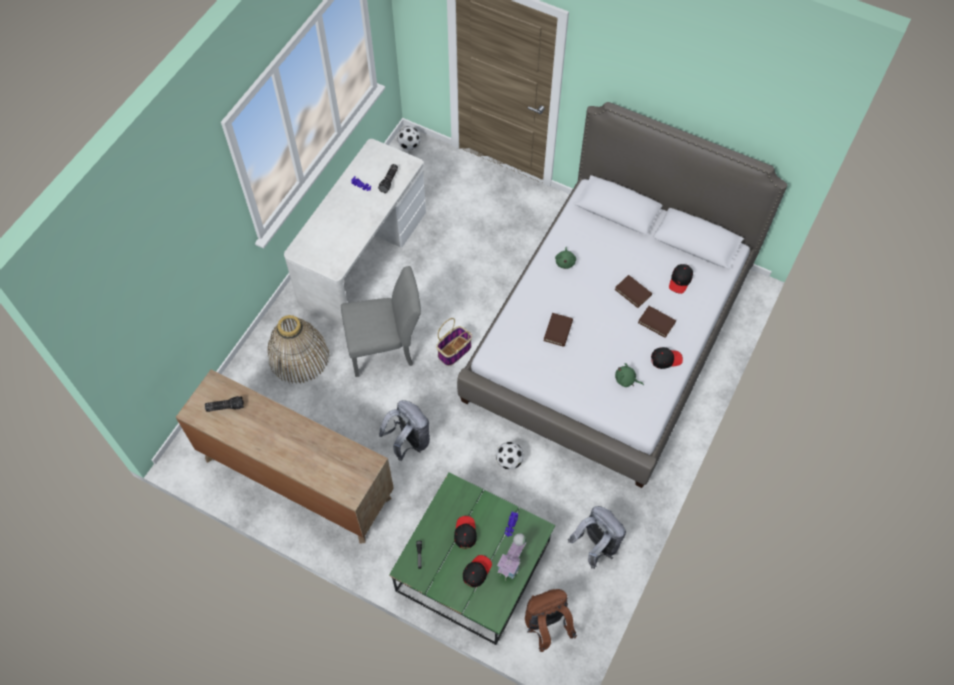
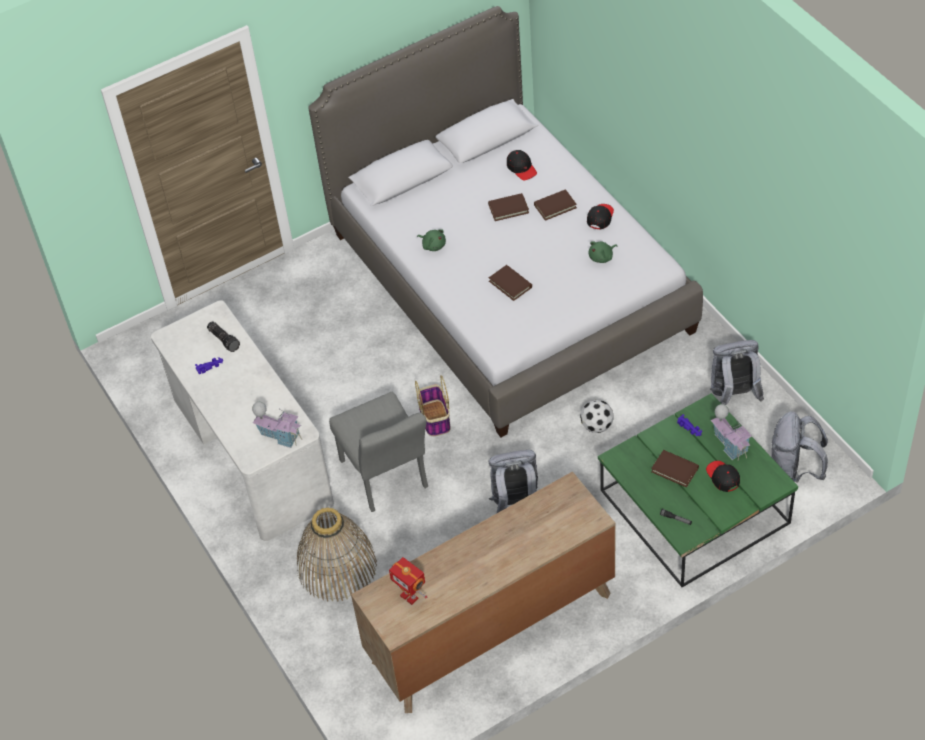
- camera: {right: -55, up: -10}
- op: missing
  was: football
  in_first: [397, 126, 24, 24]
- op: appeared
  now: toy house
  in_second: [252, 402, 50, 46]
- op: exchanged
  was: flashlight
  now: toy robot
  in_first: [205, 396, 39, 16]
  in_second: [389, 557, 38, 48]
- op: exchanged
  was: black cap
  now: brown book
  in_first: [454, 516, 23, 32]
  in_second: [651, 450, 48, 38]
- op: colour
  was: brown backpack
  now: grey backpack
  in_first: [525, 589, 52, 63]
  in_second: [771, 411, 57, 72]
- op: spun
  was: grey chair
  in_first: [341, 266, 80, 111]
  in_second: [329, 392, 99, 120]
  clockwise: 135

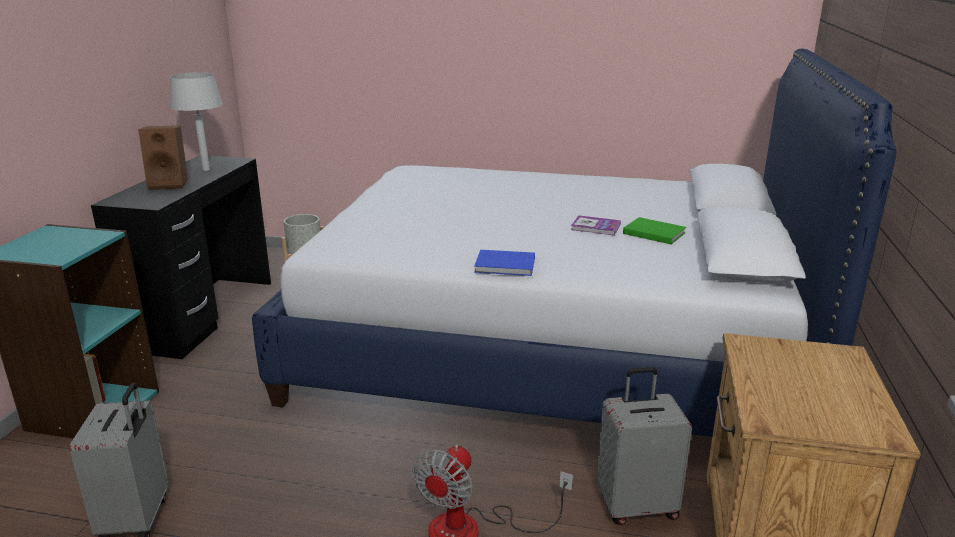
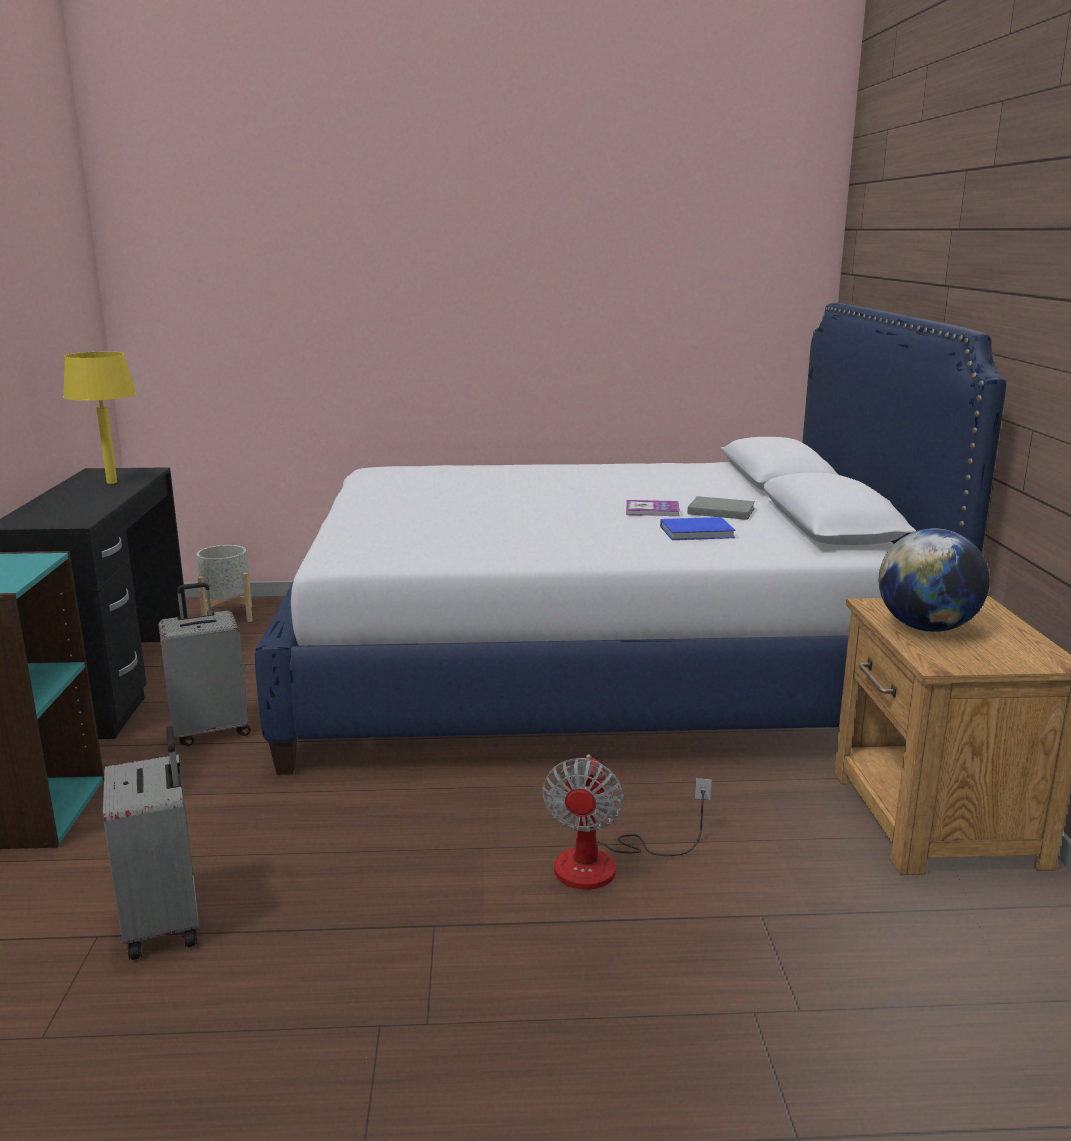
- camera: {right: -15, up: -5}
- op: missing
  was: brown speaker
  in_first: [138, 125, 50, 65]
- op: appeared
  now: globe
  in_second: [879, 528, 111, 104]
- op: relocated
  was: blue book
  in_first: [474, 250, 61, 26]
  in_second: [660, 517, 76, 23]
- op: relocated
  was: grey suitcase
  in_first: [597, 367, 95, 158]
  in_second: [158, 582, 93, 164]
- op: colour
  was: grey table lamp
  now: yellow table lamp
  in_first: [170, 72, 53, 99]
  in_second: [63, 352, 73, 132]
- op: colour
  was: green book
  now: grey book
  in_first: [623, 217, 63, 27]
  in_second: [687, 496, 68, 24]

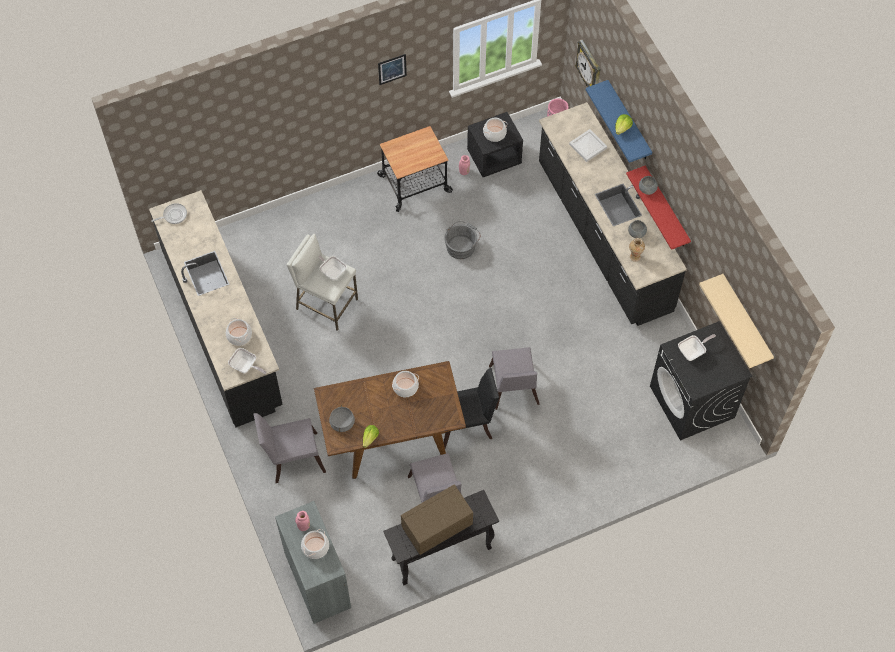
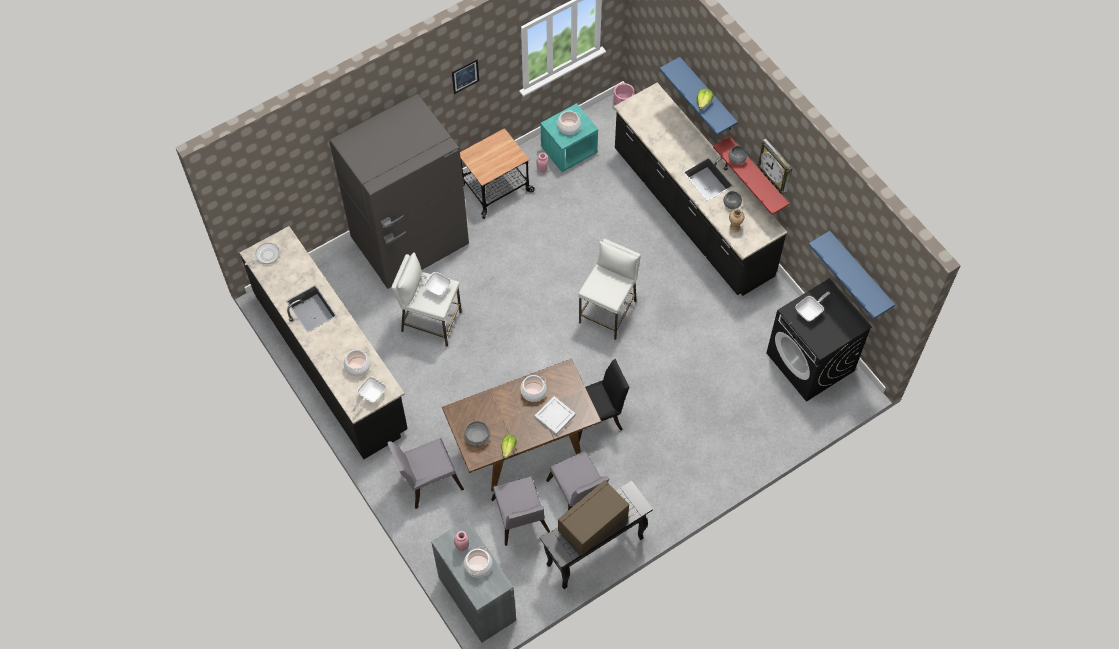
- camera: {right: -10, up: 0}
- op: missing
  was: grey bucket
  in_first: [444, 221, 37, 38]
- op: appeared
  now: grey fridge
  in_second: [329, 94, 140, 195]
- op: appeared
  now: white stool
  in_second: [578, 239, 63, 101]
- op: relocated
  was: grey chair
  in_first: [489, 347, 51, 63]
  in_second: [491, 476, 59, 70]
- op: relocated
  was: white tray
  in_first: [569, 129, 38, 33]
  in_second: [534, 396, 42, 39]
- op: relocated
  was: wall clock
  in_first: [575, 39, 26, 48]
  in_second: [757, 138, 36, 56]
- op: colour
  was: black nightstand
  now: turquoise nightstand
  in_first: [467, 112, 56, 65]
  in_second: [541, 103, 57, 69]
- op: colour
  was: beige shelf
  now: blue shelf
  in_first: [699, 274, 75, 94]
  in_second: [809, 231, 86, 88]
- op: spun
  was: frying pan
  in_first: [228, 348, 39, 26]
  in_second: [353, 376, 33, 36]
  clockwise: 105

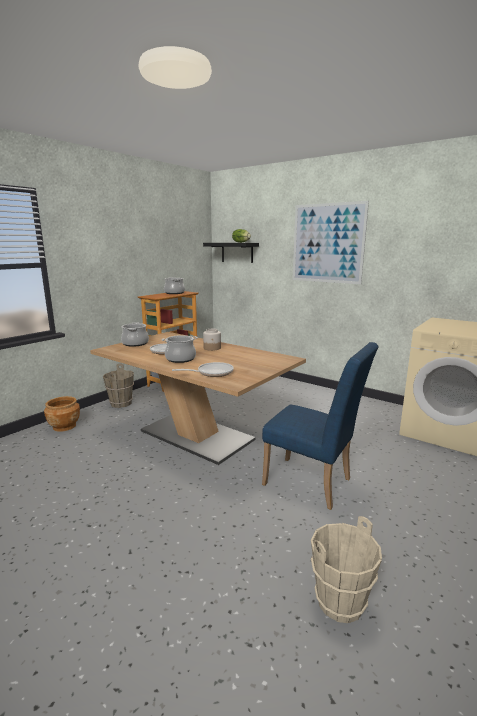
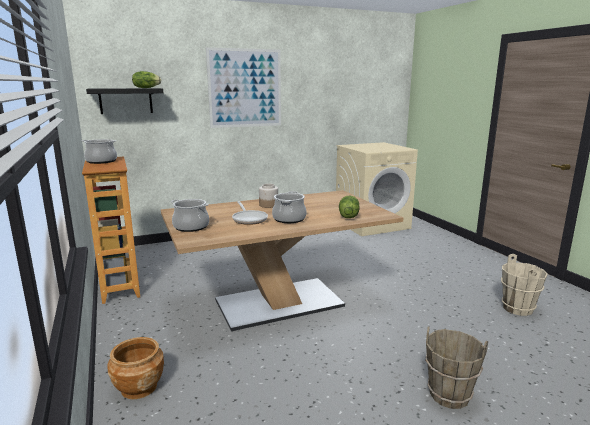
- camera: {right: -60, up: 0}
- op: missing
  was: blue chair
  in_first: [262, 342, 117, 168]
- op: relocated
  was: brown bucket
  in_first: [103, 364, 31, 44]
  in_second: [425, 326, 63, 83]
- op: exchanged
  was: frying pan
  now: lettuce
  in_first: [172, 362, 62, 15]
  in_second: [339, 196, 21, 22]

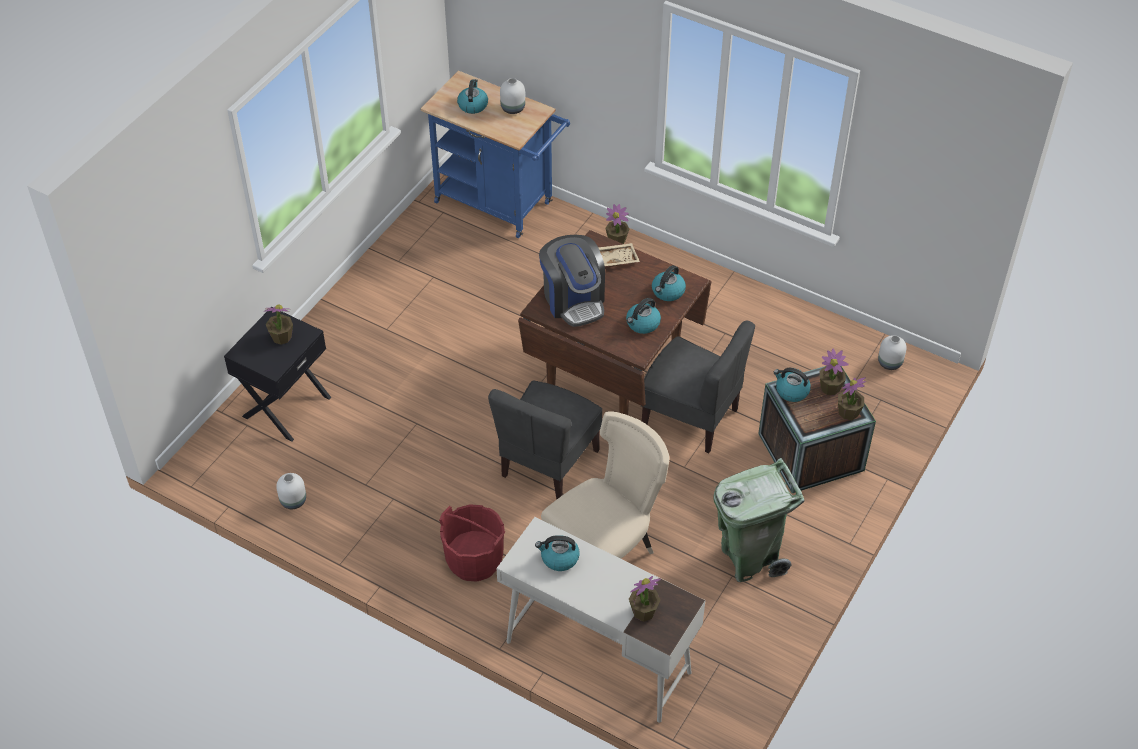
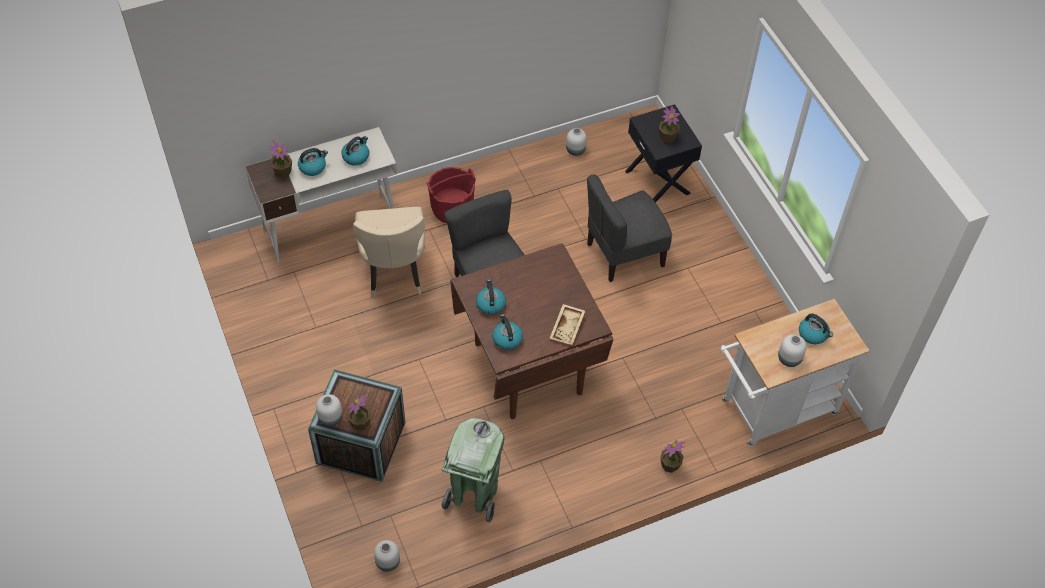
- camera: {right: 125, up: 5}
- op: missing
  was: coffee machine
  in_first: [539, 235, 66, 92]
- op: relocated
  was: grey chair
  in_first: [641, 321, 114, 132]
  in_second: [587, 174, 85, 108]
- op: relocated
  was: green trash can
  in_first: [713, 458, 91, 124]
  in_second: [441, 418, 63, 105]
- op: relocated
  was: kettle
  in_first: [774, 368, 37, 34]
  in_second: [298, 148, 30, 28]
- op: exchanged
  was: potted plant
  now: white vase
  in_first: [838, 377, 28, 43]
  in_second: [316, 394, 26, 32]
- op: colour
  was: blue cart
  now: white cart
  in_first: [421, 71, 149, 167]
  in_second: [720, 299, 150, 148]

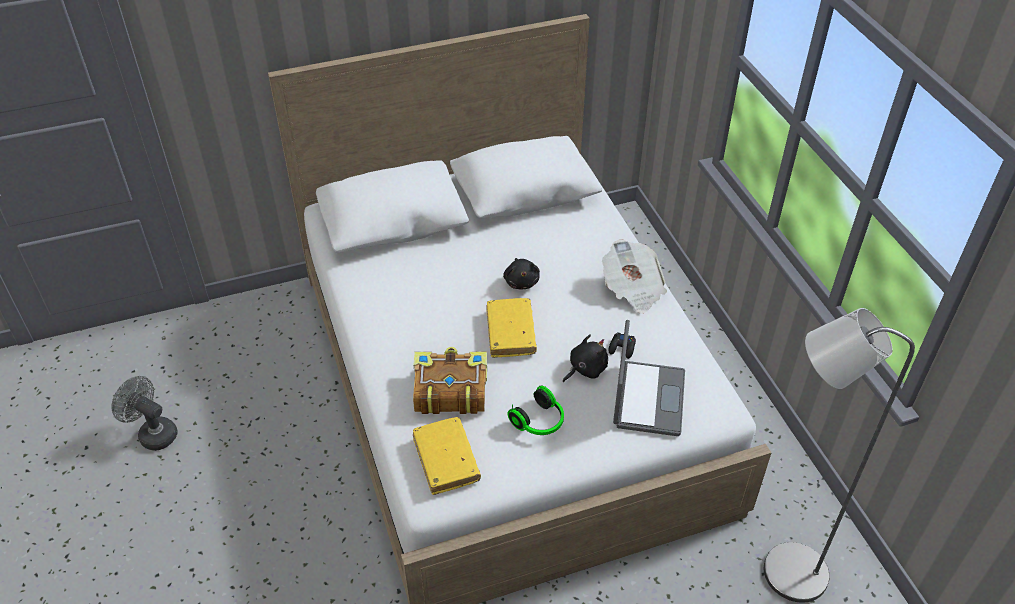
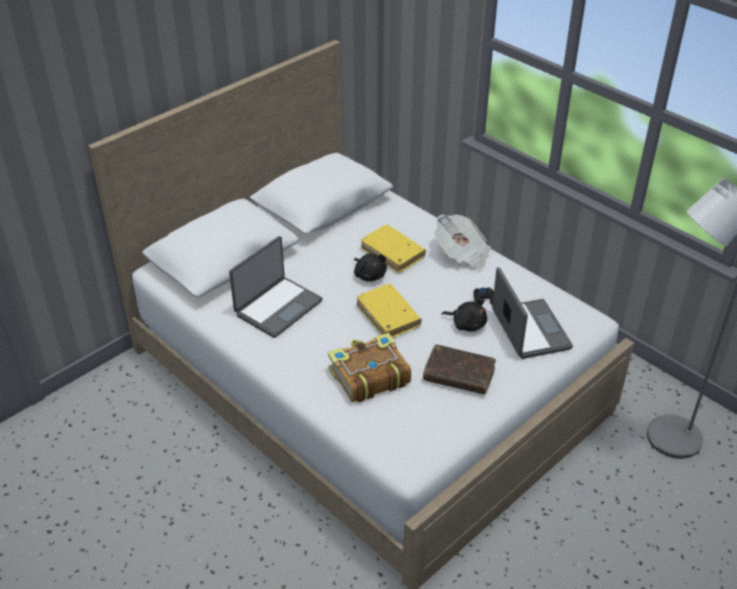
- camera: {right: -25, up: -5}
- op: missing
  was: grey fan
  in_first: [111, 376, 67, 75]
- op: appeared
  now: laptop
  in_second: [229, 236, 94, 102]
- op: relocated
  was: yellow book
  in_first: [413, 417, 68, 78]
  in_second: [361, 225, 65, 48]
- op: exchanged
  was: headphones
  now: brown book
  in_first: [507, 385, 57, 50]
  in_second: [423, 344, 73, 51]
- op: spun
  was: black plush toy
  in_first: [563, 334, 45, 48]
  in_second: [442, 299, 45, 32]
  clockwise: 90

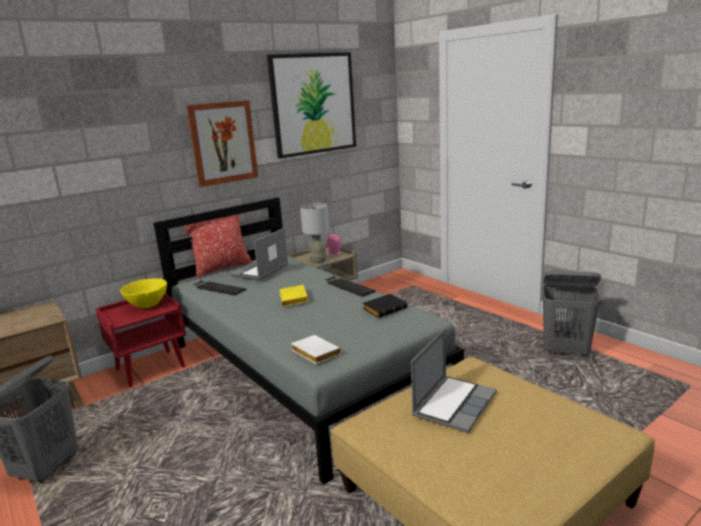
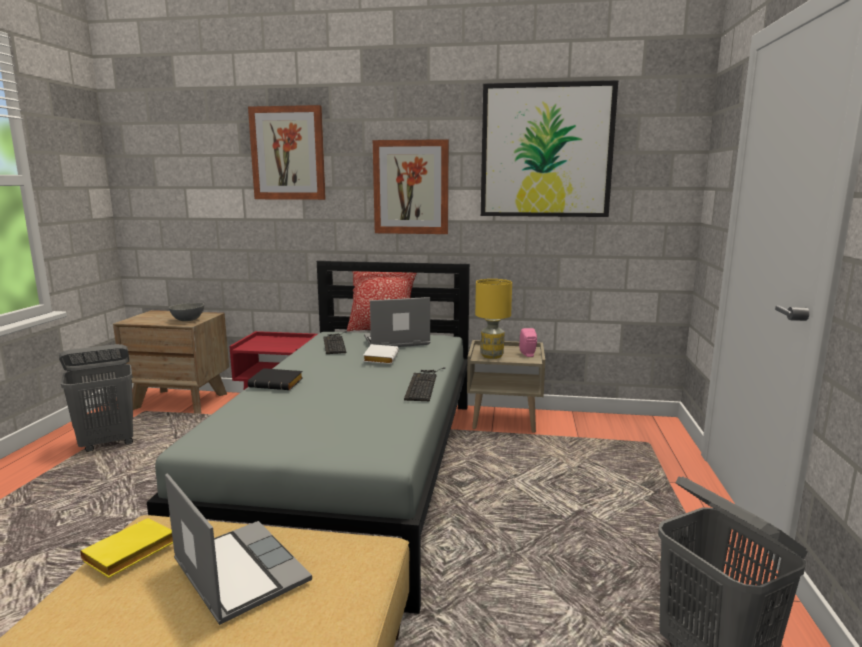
- camera: {right: 45, up: -5}
- op: missing
  was: yellow bowl
  in_first: [120, 278, 47, 30]
- op: appeared
  now: grey bowl
  in_second: [169, 303, 35, 18]
- op: appeared
  now: picture
  in_second: [248, 105, 78, 95]
- op: relocated
  was: yellow book
  in_first: [279, 285, 29, 21]
  in_second: [81, 518, 92, 60]
- op: relocated
  was: white book
  in_first: [291, 335, 50, 29]
  in_second: [363, 344, 36, 20]
- op: relocated
  was: black book
  in_first: [363, 294, 44, 24]
  in_second: [248, 368, 55, 22]
- op: colour
  was: grey table lamp
  now: yellow table lamp
  in_first: [300, 203, 29, 60]
  in_second: [475, 279, 37, 80]
- op: spun
  was: laptop
  in_first: [411, 329, 86, 104]
  in_second: [165, 473, 147, 152]
  clockwise: -120

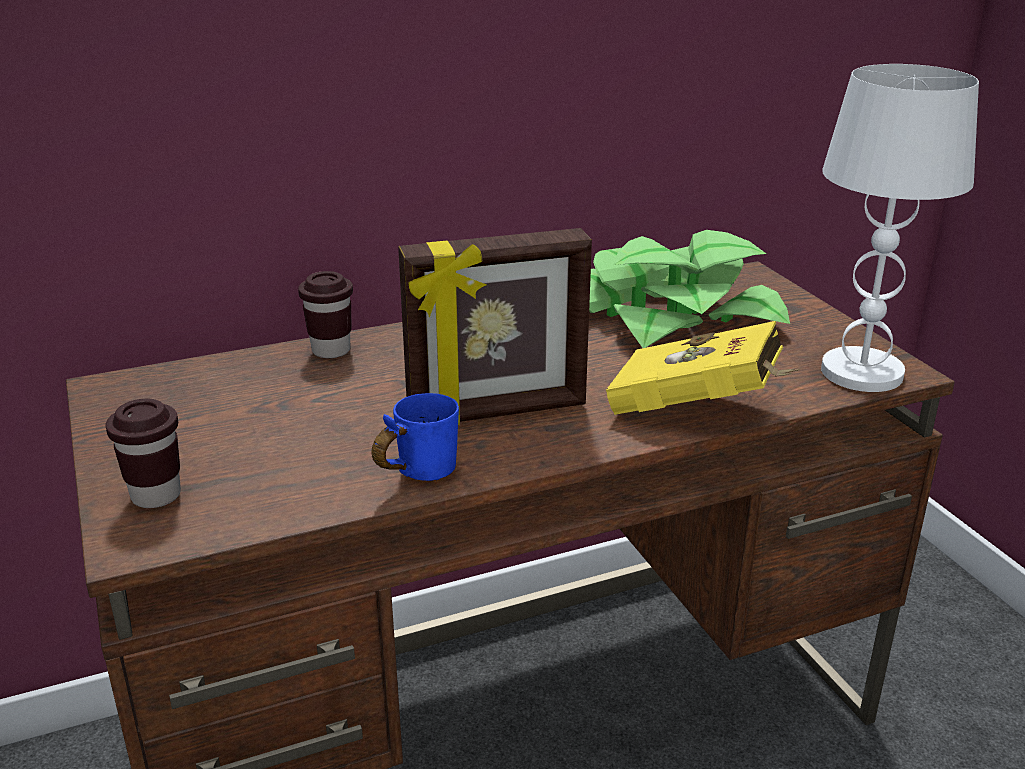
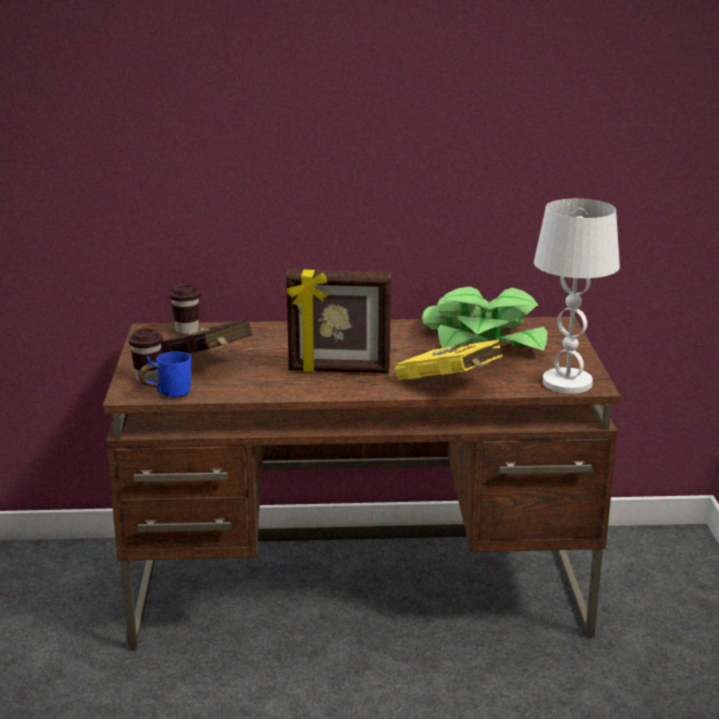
- camera: {right: 20, up: -5}
- op: appeared
  now: red book
  in_second: [161, 319, 92, 35]
- op: relocated
  was: brown cup
  in_first: [298, 271, 55, 87]
  in_second: [169, 284, 31, 50]
- op: relocated
  was: blue mug
  in_first: [371, 393, 88, 88]
  in_second: [139, 351, 52, 46]

